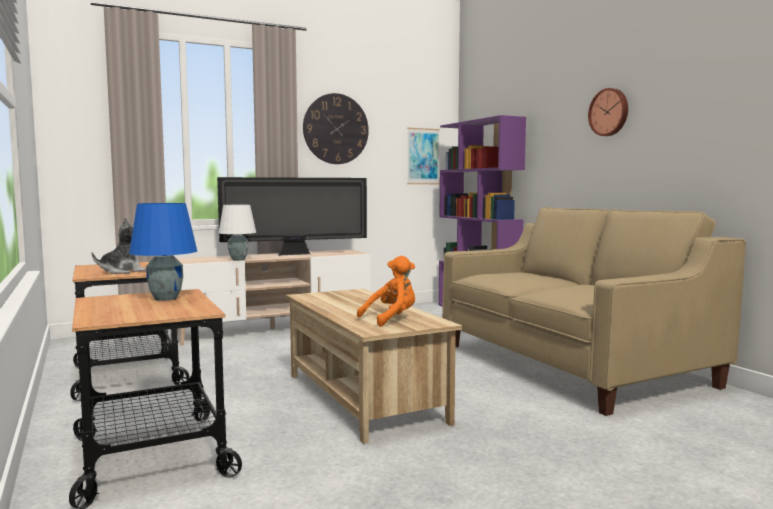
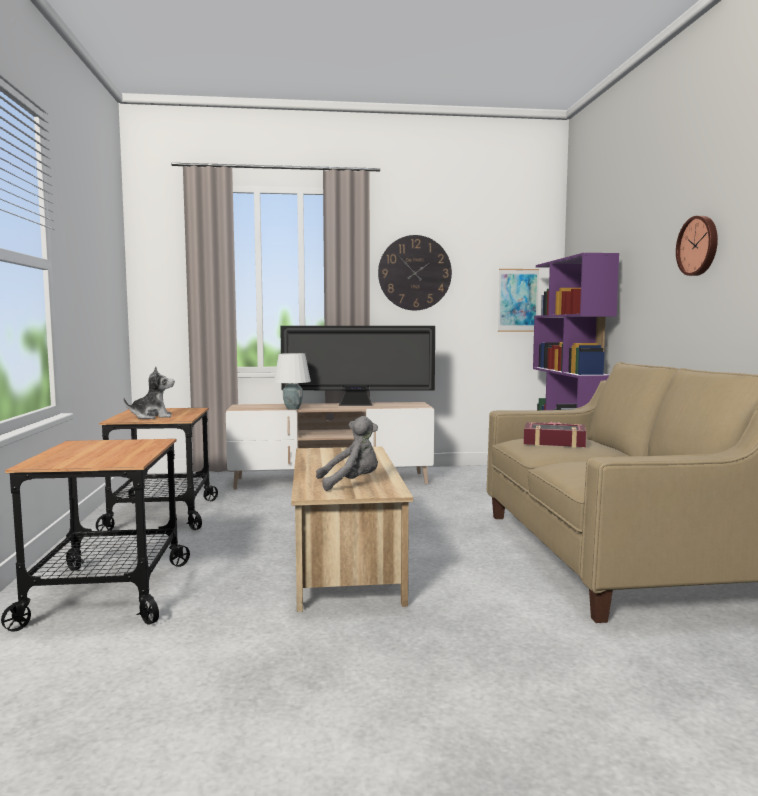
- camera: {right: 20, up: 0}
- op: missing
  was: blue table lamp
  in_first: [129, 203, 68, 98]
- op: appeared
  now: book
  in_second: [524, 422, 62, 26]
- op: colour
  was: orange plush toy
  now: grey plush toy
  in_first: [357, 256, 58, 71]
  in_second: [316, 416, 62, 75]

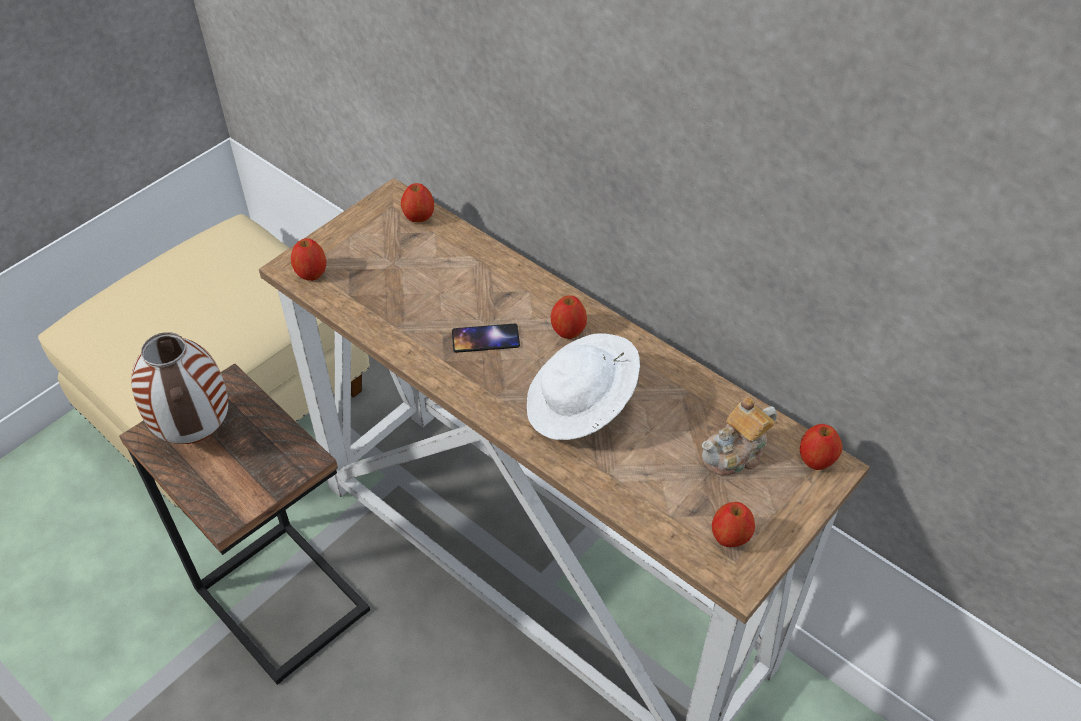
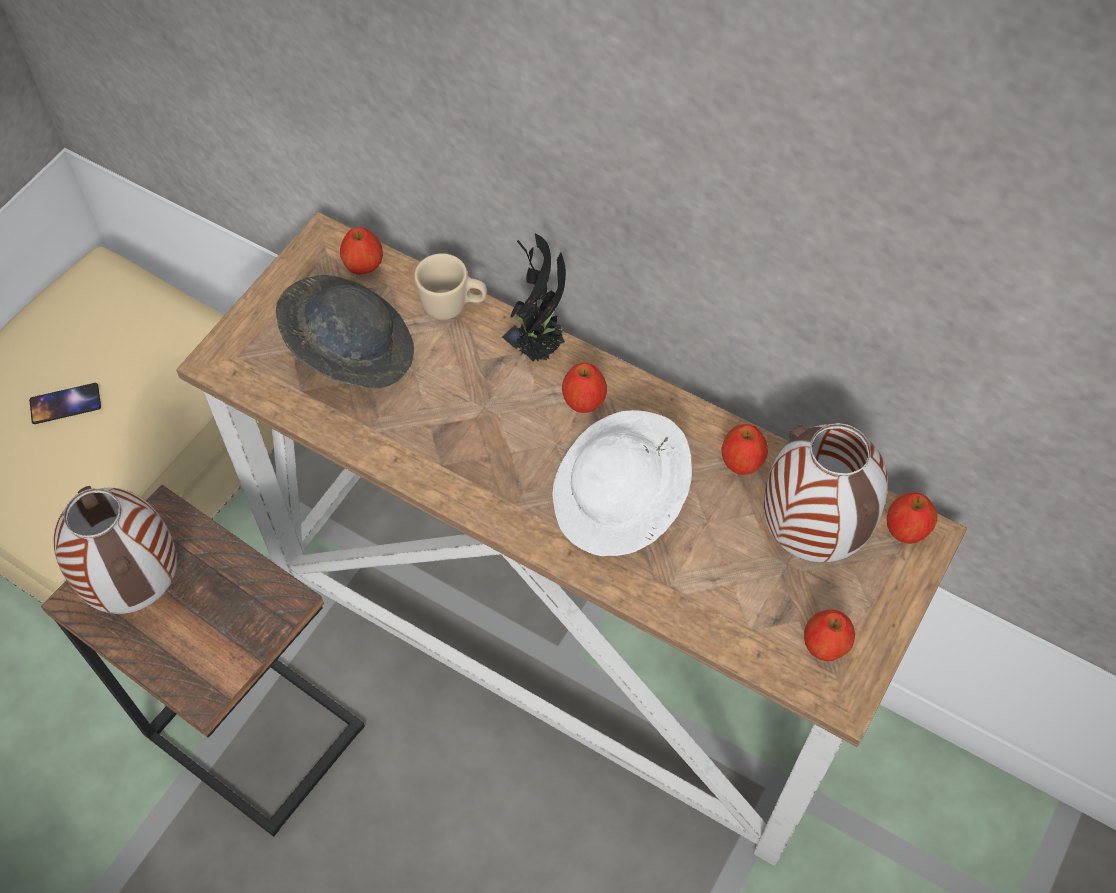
- camera: {right: -10, up: 10}
- op: appeared
  now: grey hat
  in_second: [276, 275, 138, 113]
- op: appeared
  now: beige mug
  in_second: [414, 253, 73, 67]
- op: appeared
  now: potted plant
  in_second: [502, 234, 66, 128]
- op: relocated
  was: apple
  in_first: [291, 238, 35, 43]
  in_second: [721, 424, 47, 51]
- op: relocated
  was: phone
  in_first: [452, 324, 68, 29]
  in_second: [29, 383, 72, 41]
- op: exchanged
  was: teapot
  now: vase
  in_first: [702, 397, 75, 78]
  in_second: [763, 423, 125, 140]

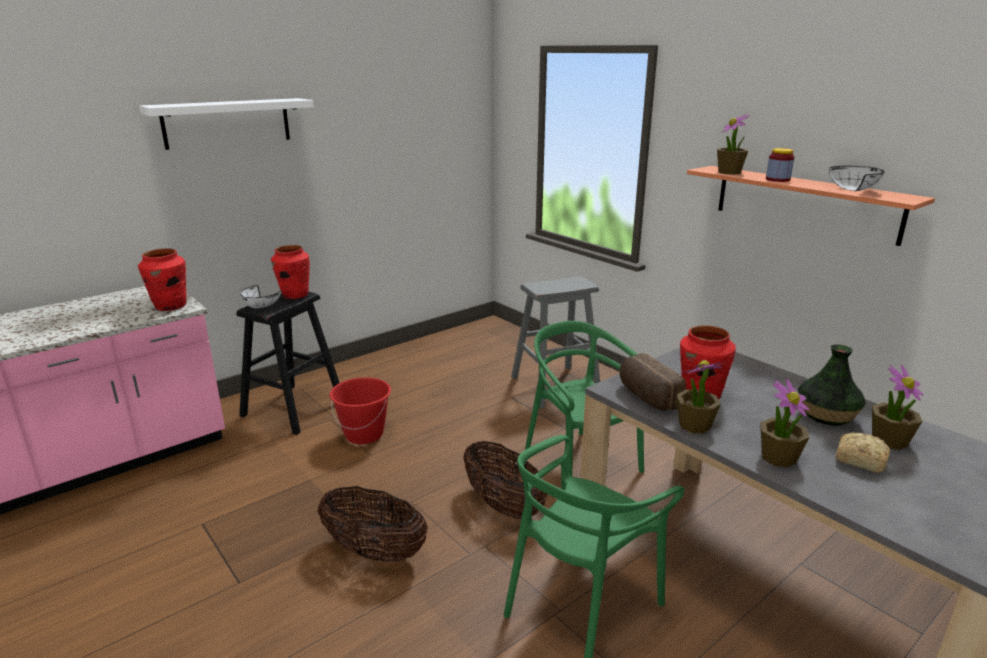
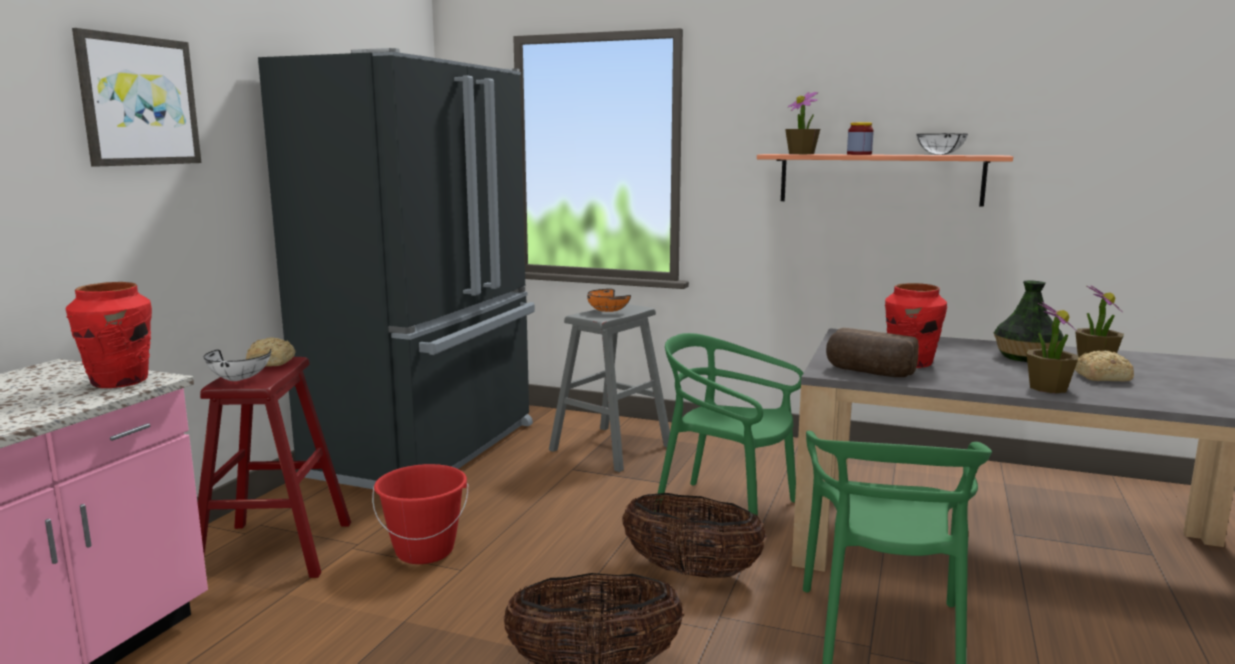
- camera: {right: -30, up: -10}
- op: missing
  was: potted plant
  in_first: [676, 360, 50, 73]
- op: appeared
  now: black fridge
  in_second: [258, 48, 277, 441]
- op: appeared
  now: orange bowl
  in_second: [587, 289, 44, 23]
- op: exchanged
  was: white shelf
  now: picture
  in_first: [139, 98, 175, 52]
  in_second: [72, 28, 130, 139]
- op: exchanged
  was: red vase
  now: bread
  in_first: [271, 245, 39, 54]
  in_second: [246, 337, 49, 29]
- op: colour
  was: black stool
  now: red stool
  in_first: [236, 292, 103, 143]
  in_second: [198, 357, 153, 221]

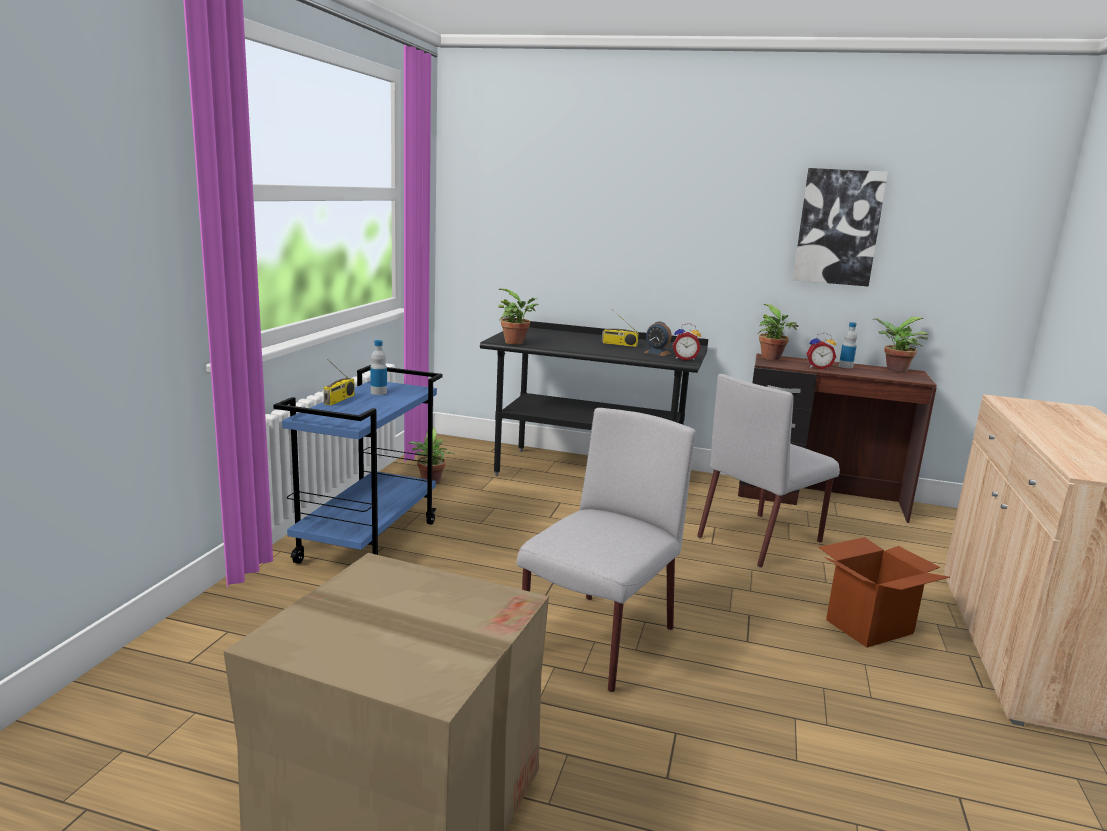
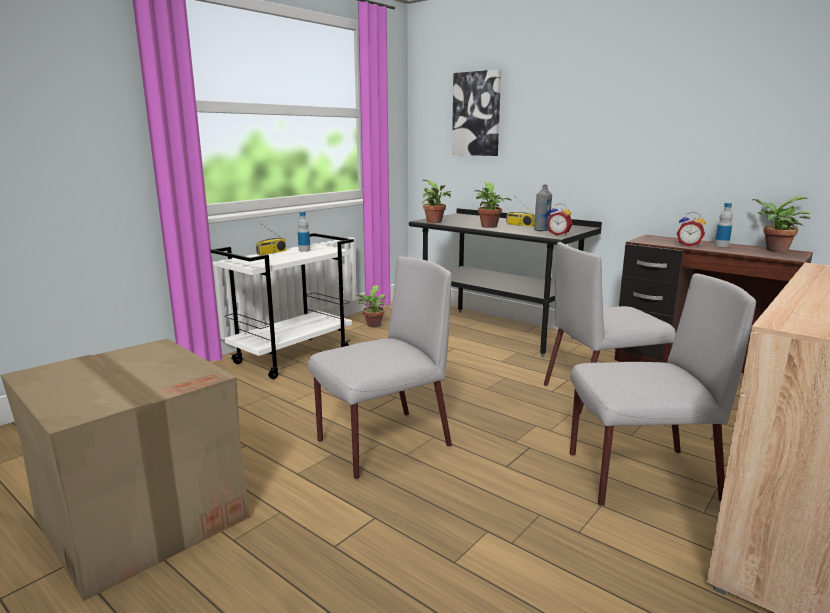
- camera: {right: 25, up: 0}
- op: relocated
  was: potted plant
  in_first: [759, 304, 39, 56]
  in_second: [474, 182, 37, 46]
- op: relocated
  was: picture
  in_first: [793, 168, 95, 118]
  in_second: [452, 69, 49, 87]
- op: exchanged
  was: alarm clock
  now: grey bottle
  in_first: [644, 322, 28, 34]
  in_second: [534, 185, 18, 46]
- op: exchanged
  was: cardboard box
  now: grey chair
  in_first: [818, 537, 132, 111]
  in_second: [570, 273, 186, 233]
- op: colour
  was: blue cart
  now: white cart
  in_first: [273, 365, 170, 199]
  in_second: [211, 233, 143, 146]

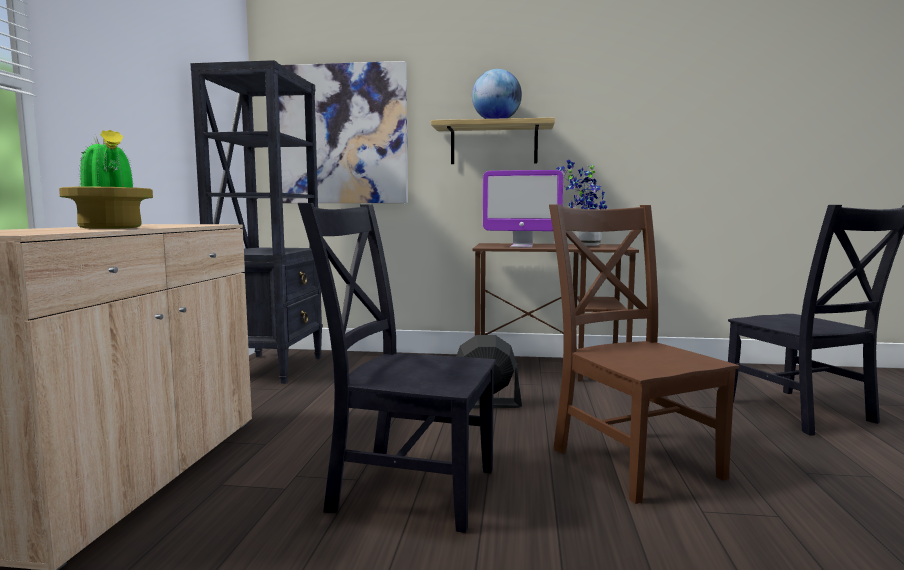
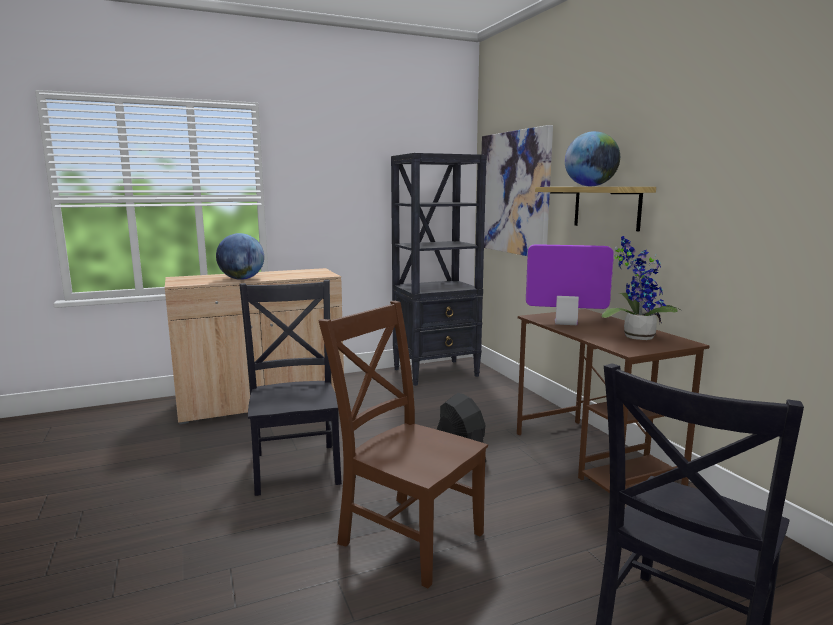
- camera: {right: 60, up: 5}
- op: exchanged
  was: potted plant
  now: globe
  in_first: [59, 130, 94, 99]
  in_second: [216, 233, 48, 47]
- op: spun
  was: monitor
  in_first: [483, 170, 80, 78]
  in_second: [526, 244, 88, 81]
  clockwise: 120
- op: spun
  was: brown chair
  in_first: [549, 204, 190, 300]
  in_second: [318, 301, 170, 287]
  clockwise: -90

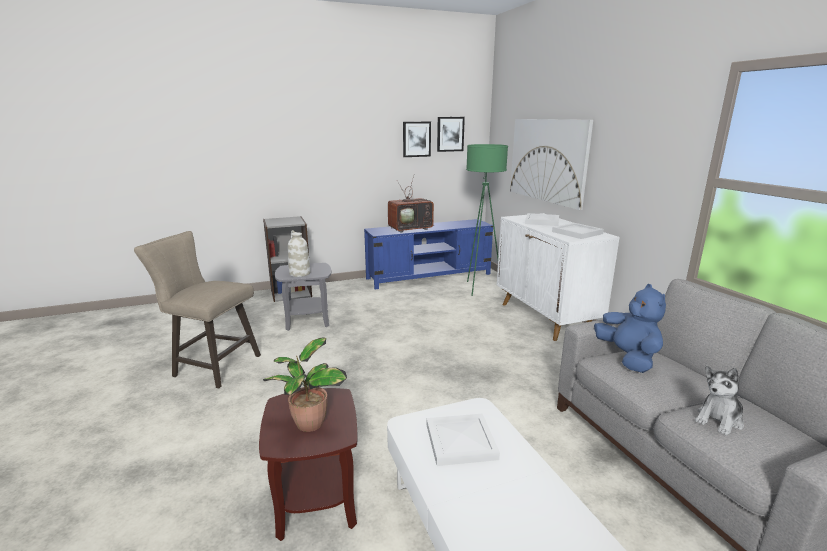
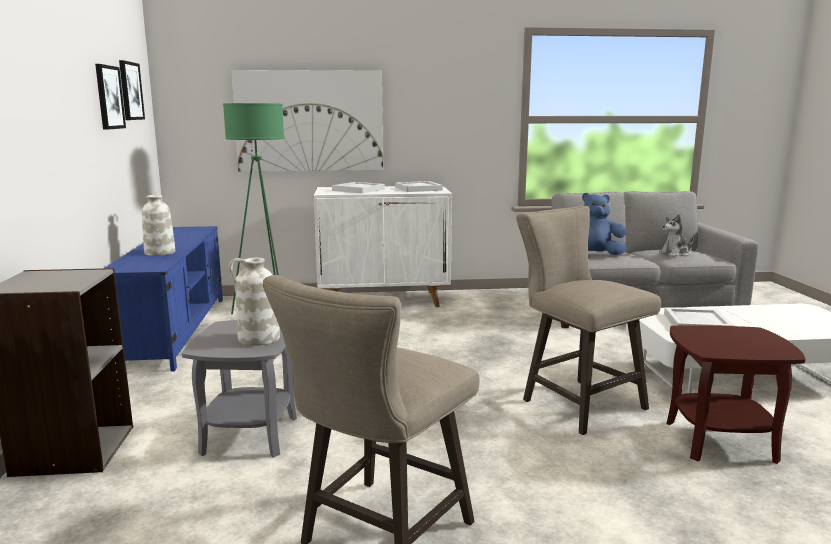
- camera: {right: -75, up: -5}
- op: missing
  was: potted plant
  in_first: [263, 337, 84, 95]
- op: appeared
  now: beige stool
  in_second: [516, 206, 145, 229]
- op: exchanged
  was: television
  now: white vase
  in_first: [388, 175, 46, 57]
  in_second: [142, 192, 33, 64]
- op: spun
  was: plush toy
  in_first: [695, 366, 49, 70]
  in_second: [659, 214, 35, 43]
  clockwise: 90

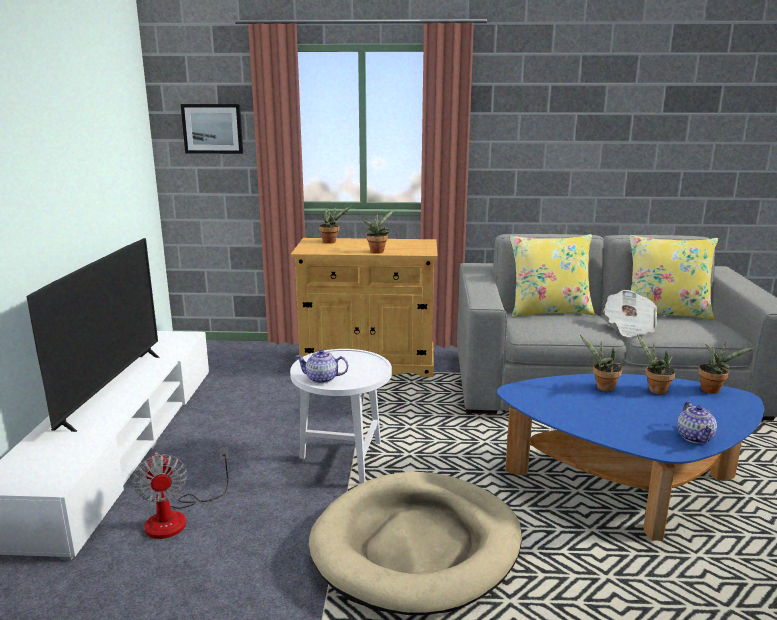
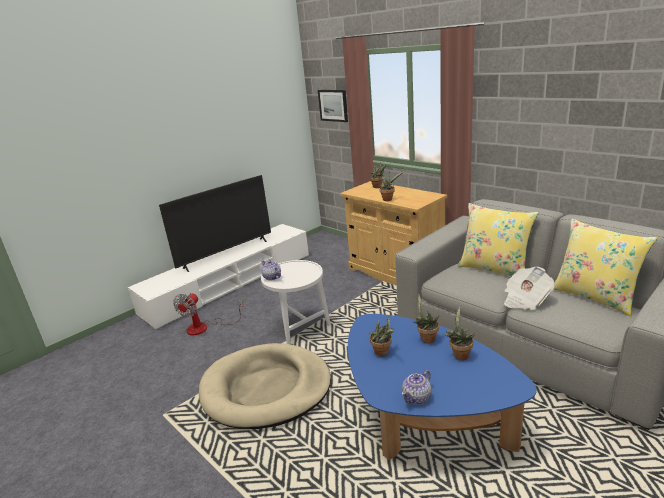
- camera: {right: 45, up: 5}
- op: relocated
  was: potted plant
  in_first: [698, 342, 56, 52]
  in_second: [369, 317, 26, 39]

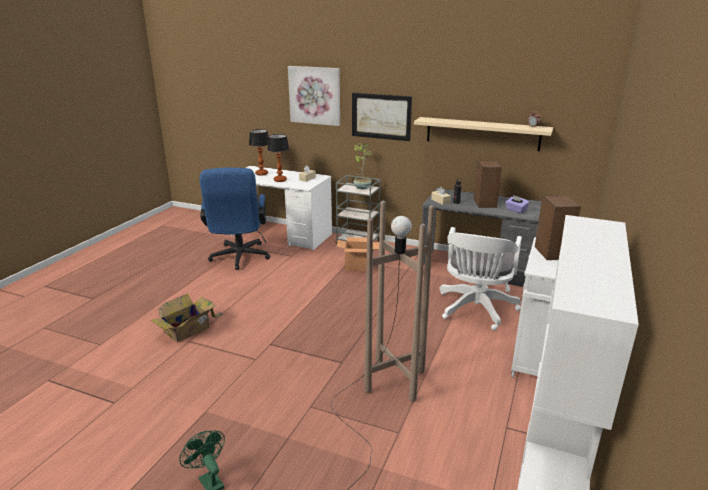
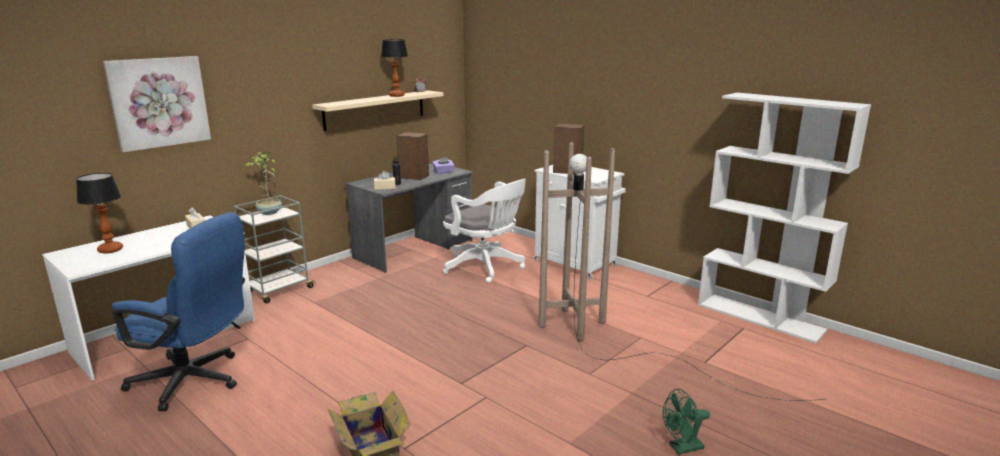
- camera: {right: -70, up: -5}
- op: missing
  was: cardboard box
  in_first: [336, 237, 43, 34]
- op: missing
  was: picture
  in_first: [352, 93, 60, 48]
- op: relocated
  was: table lamp
  in_first: [267, 134, 22, 48]
  in_second: [381, 39, 27, 58]

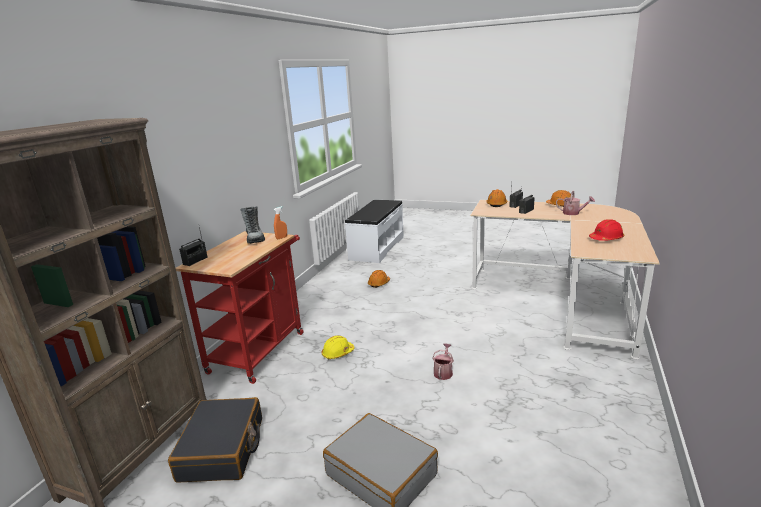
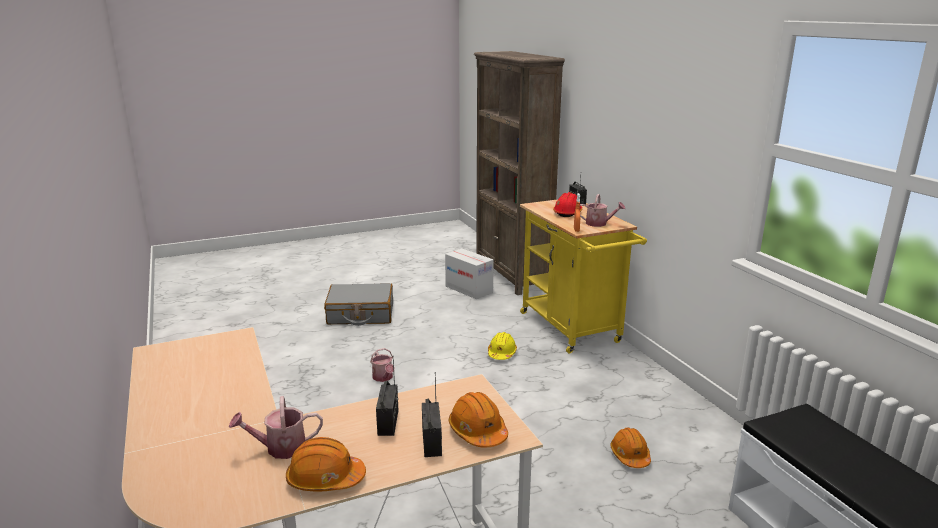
- camera: {right: 135, up: 0}
- op: relocated
  was: red hard hat
  in_first: [589, 219, 35, 22]
  in_second: [553, 192, 29, 25]
- op: exchanged
  was: black suitcase
  now: cardboard box
  in_first: [168, 397, 94, 86]
  in_second: [445, 248, 49, 51]
- op: exchanged
  was: boot
  now: watering can
  in_first: [241, 206, 24, 38]
  in_second: [580, 194, 45, 33]
- op: colour
  was: red cart
  now: yellow cart
  in_first: [176, 231, 128, 153]
  in_second: [520, 199, 127, 155]

